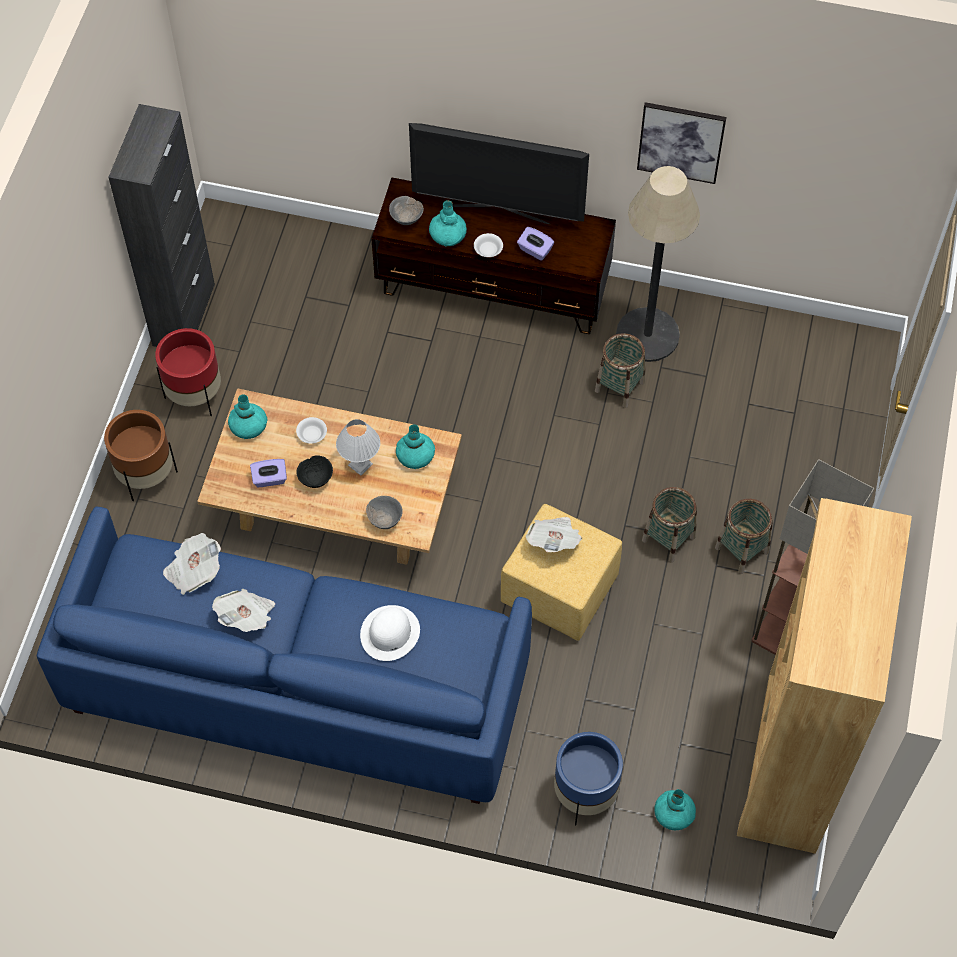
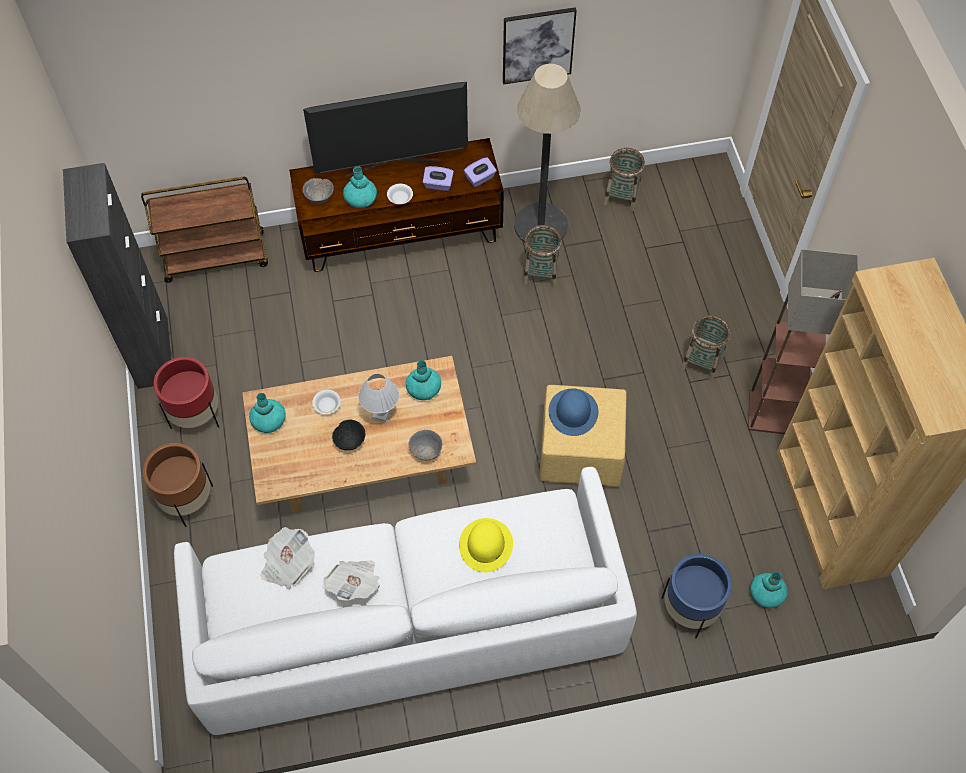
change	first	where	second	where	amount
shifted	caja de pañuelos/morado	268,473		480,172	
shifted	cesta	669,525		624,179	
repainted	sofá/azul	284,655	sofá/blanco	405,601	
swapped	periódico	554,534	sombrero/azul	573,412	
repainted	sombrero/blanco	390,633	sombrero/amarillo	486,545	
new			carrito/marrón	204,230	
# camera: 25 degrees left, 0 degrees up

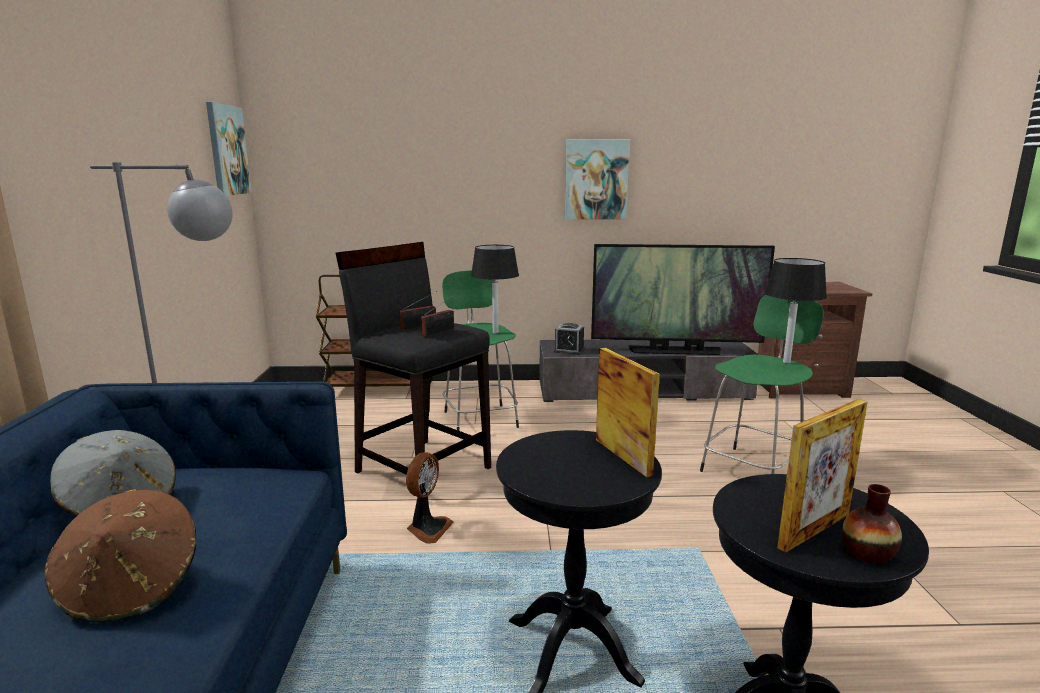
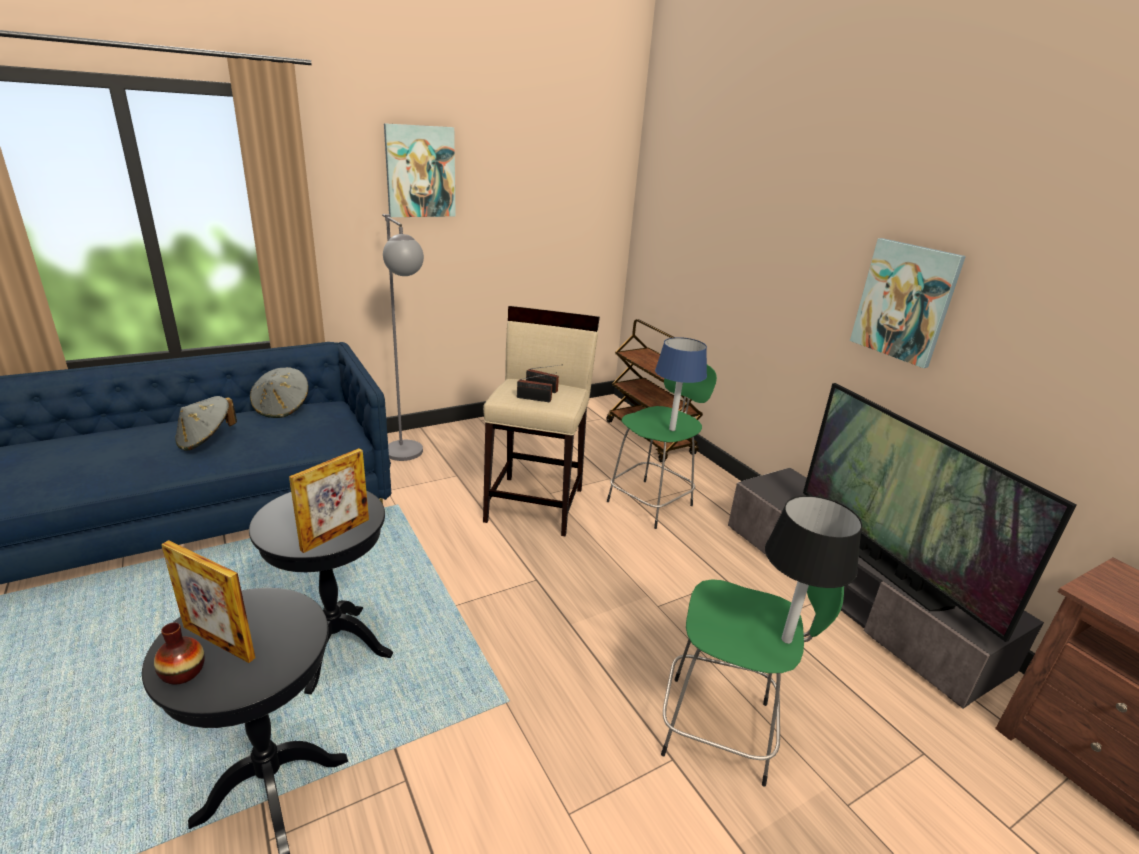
change	first	where	second	where	amount
shifted	cuadro	229,149		420,170	
repainted	taburete/negro	413,364	taburete/beis	541,421	
repainted	lámpara de mesa/negro	495,289	lámpara de mesa/azul	681,384	
gone	despertador	569,339			
gone	ventilador	430,498			
repainted	sombrero/marrón	120,556	sombrero/gris	206,423	
# camera: 60 degrees right, 10 degrees up

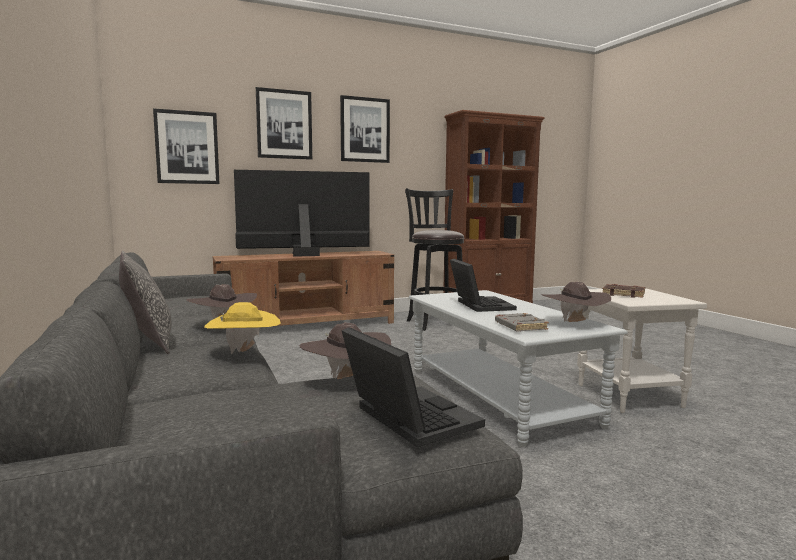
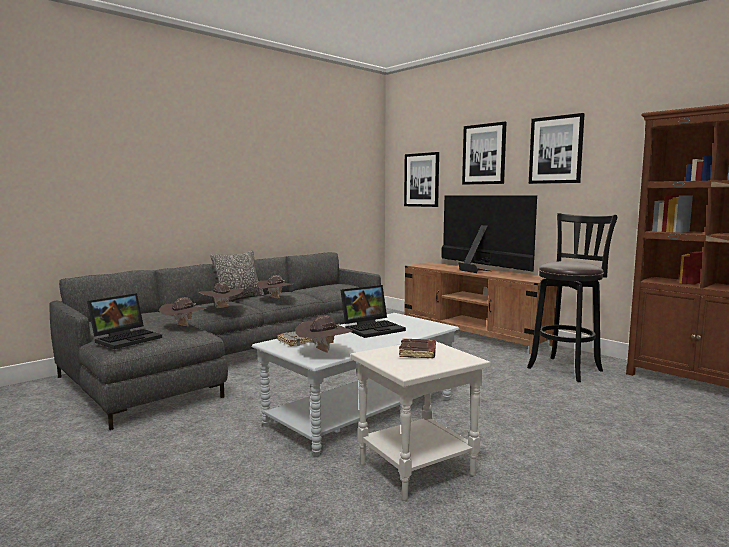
change	first	where	second	where	amount
repainted	sombrero/amarillo	242,328	sombrero/marrón	221,295	
# camera: 70 degrees right, 0 degrees up

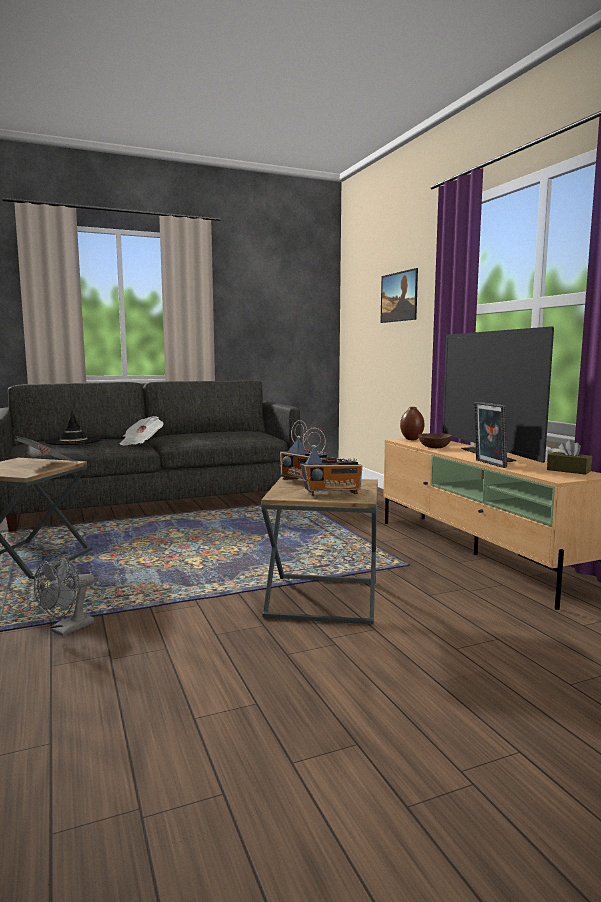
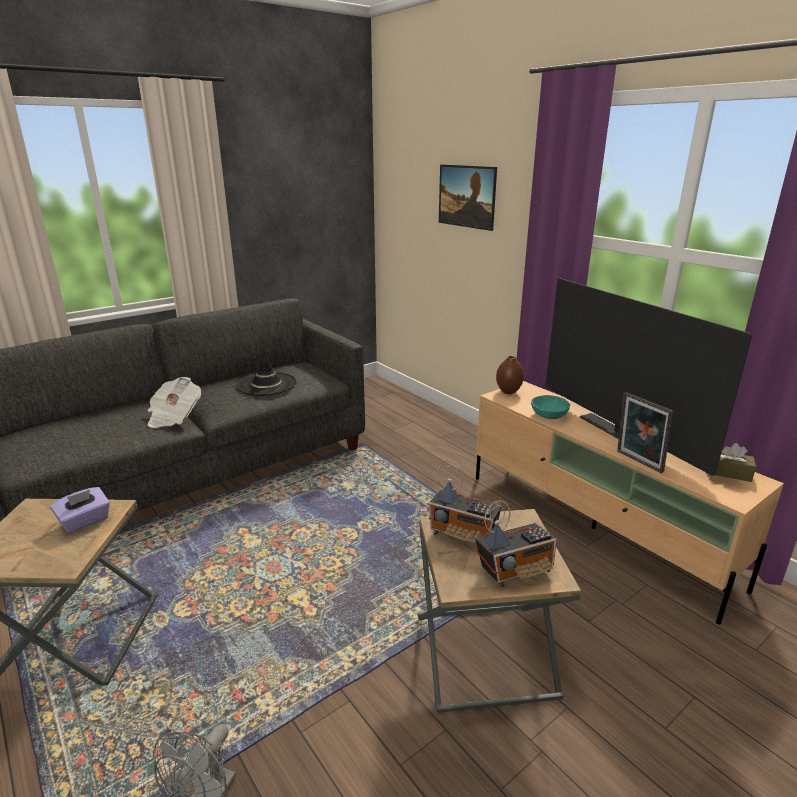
change	first	where	second	where	amount
shifted	sombrero/negro	73,427		266,373	
repainted	cuenco/marrón	435,440	cuenco/turquesa	550,407	
swapped	periódico	46,449	caja de pañuelos/morado	80,510	
# camera: 15 degrees left, 15 degrees up

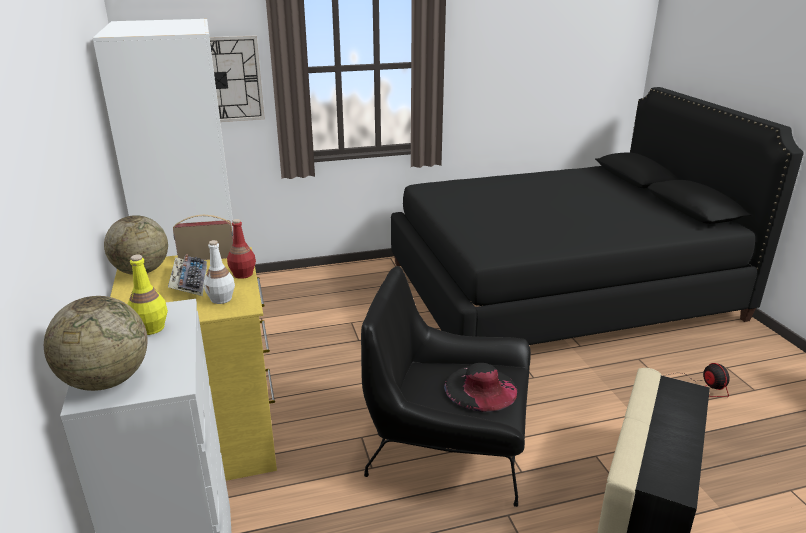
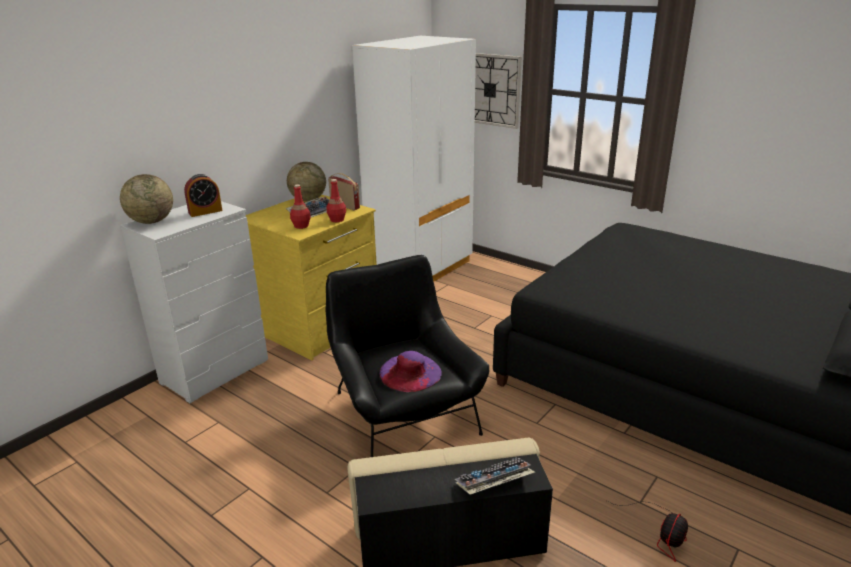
change	first	where	second	where	amount
repainted	botella/blanco	219,272	botella/rojo	300,206	
swapped	botella/amarillo	147,294	despertador	203,195	
repainted	sombrero/negro	480,387	sombrero/morado	410,371	
new			teclado	495,476	
# camera: 55 degrees right, 0 degrees up

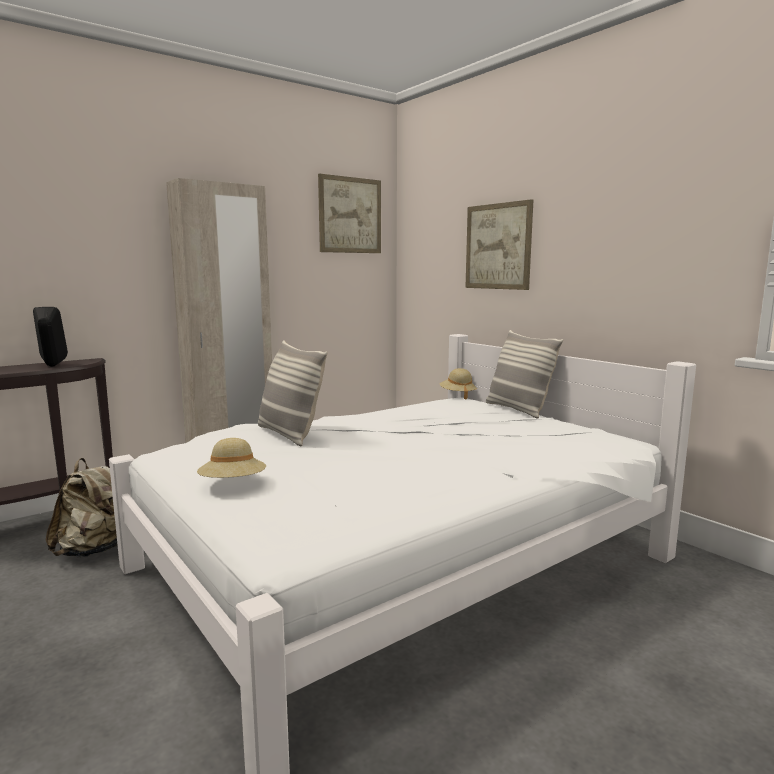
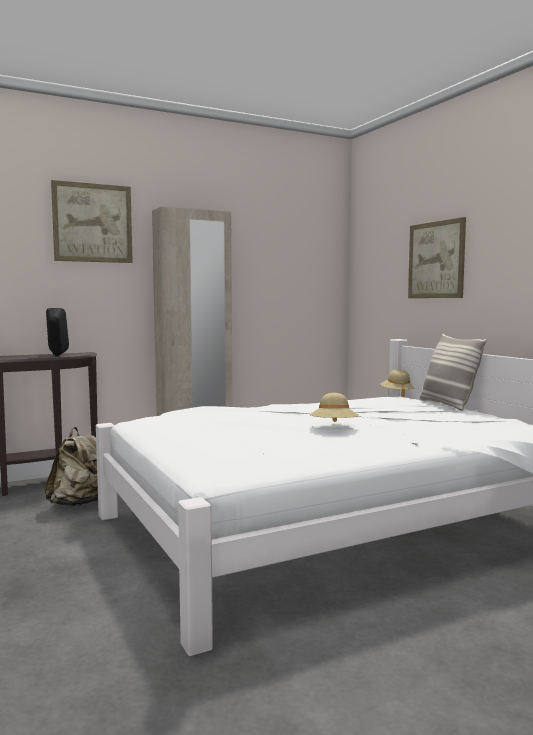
change	first	where	second	where	amount
shifted	cuadro	349,213		92,221	
gone	cojín	292,393			
shifted	sombrero/beis	231,458		334,407	
# camera: 10 degrees right, 5 degrees down

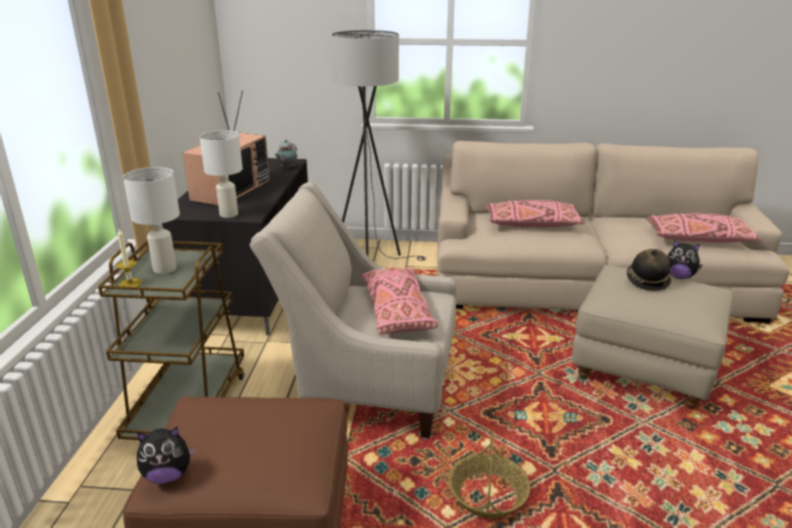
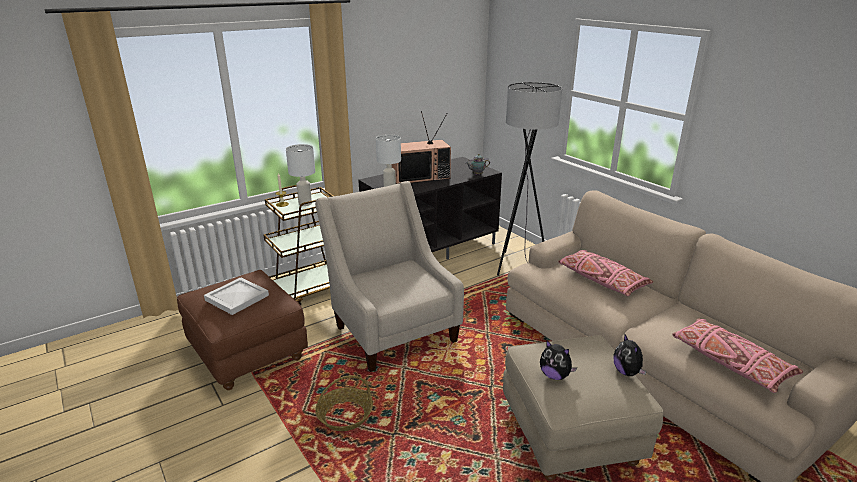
change	first	where	second	where	amount
gone	sombrero	649,270			
gone	cojín/rosa	399,301			
shifted	peluche	166,455		558,360	
new			bandeja/blanco	236,296	
# camera: 50 degrees right, 0 degrees up

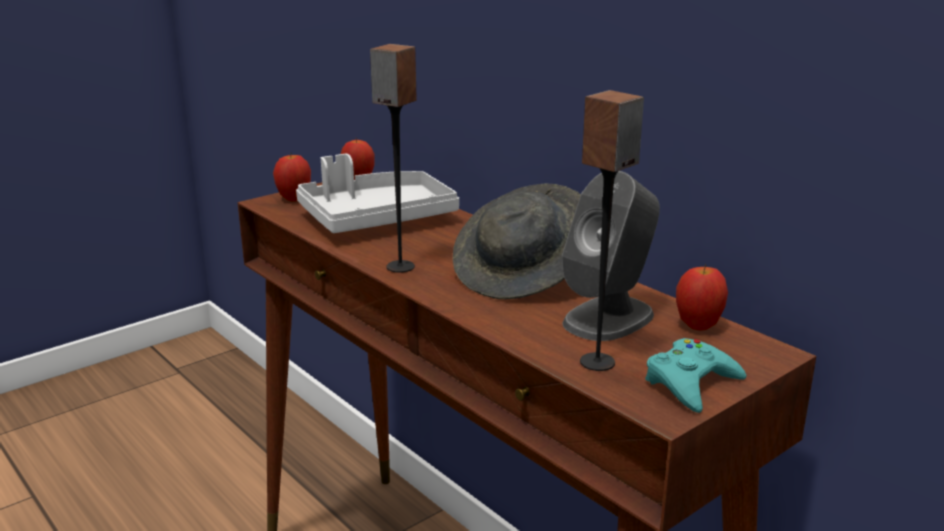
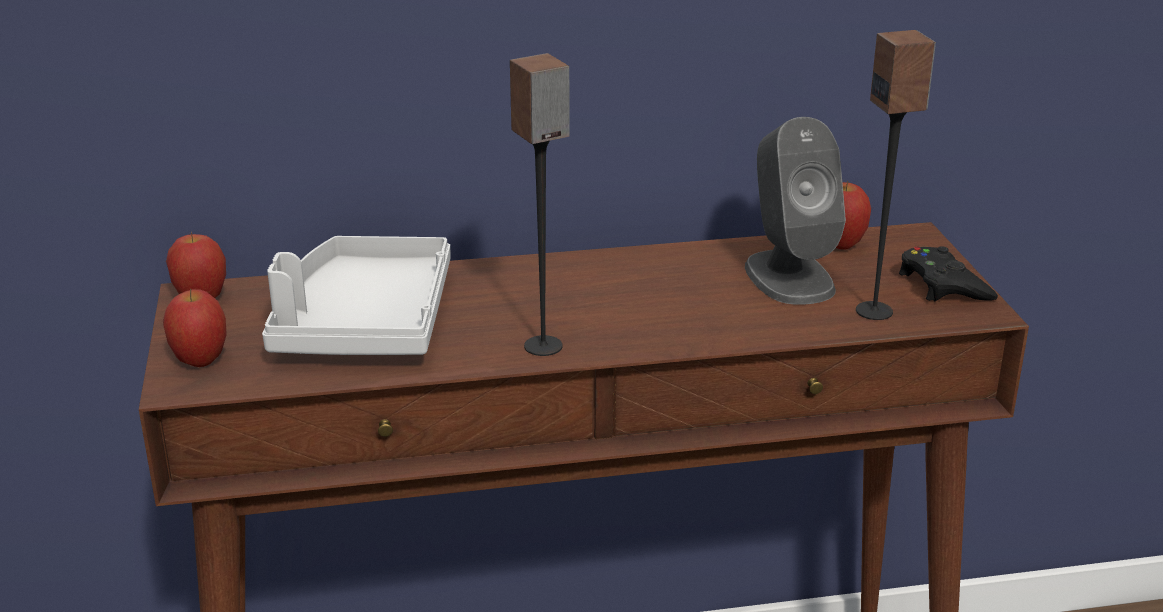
change	first	where	second	where	amount
gone	sombrero/gris	517,241			
repainted	mando de consola/turquesa	695,375	mando de consola/negro	948,273	
# camera: 60 degrees left, 5 degrees up

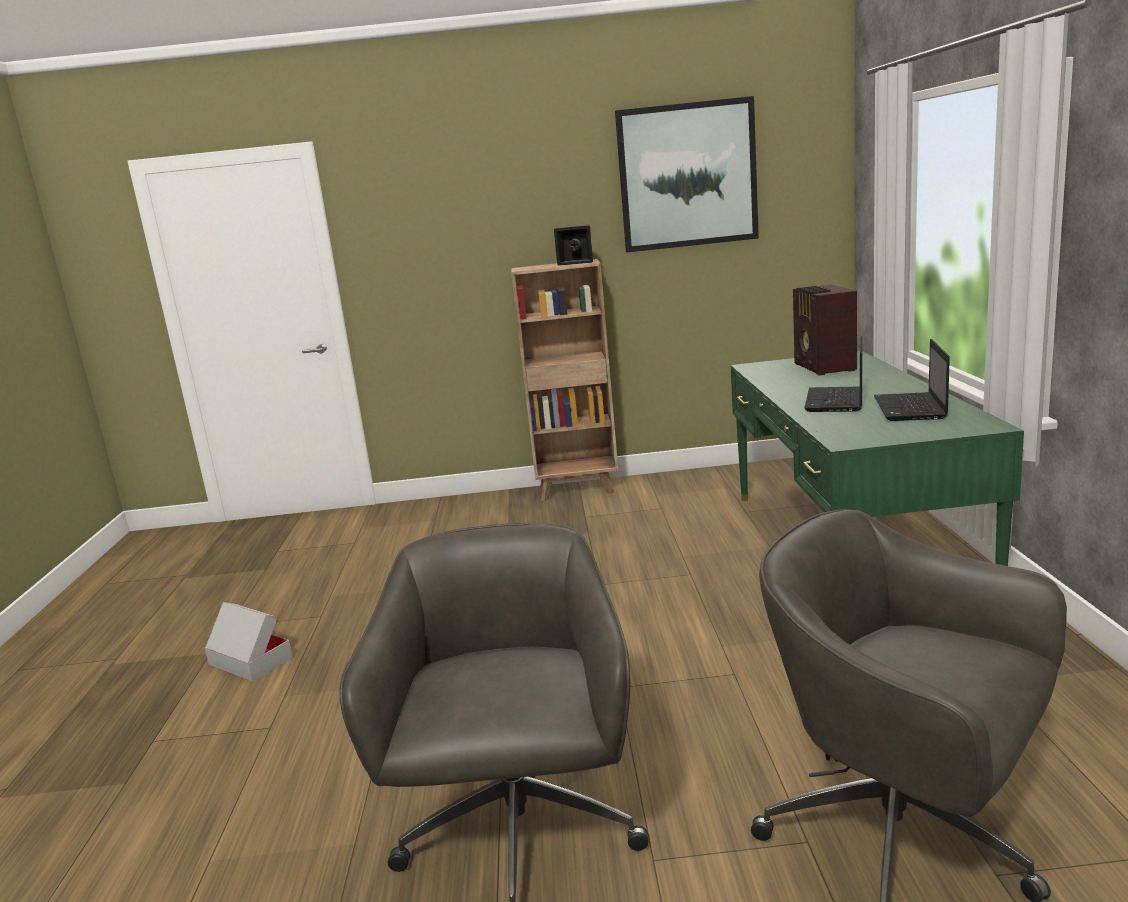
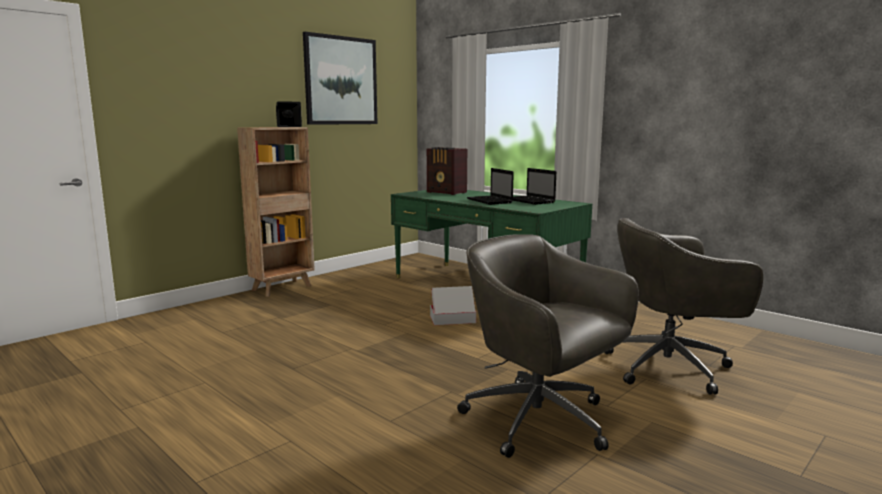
change	first	where	second	where	amount
shifted	caja de cartón	248,642		453,305	
# camera: 45 degrees left, 5 degrees down

